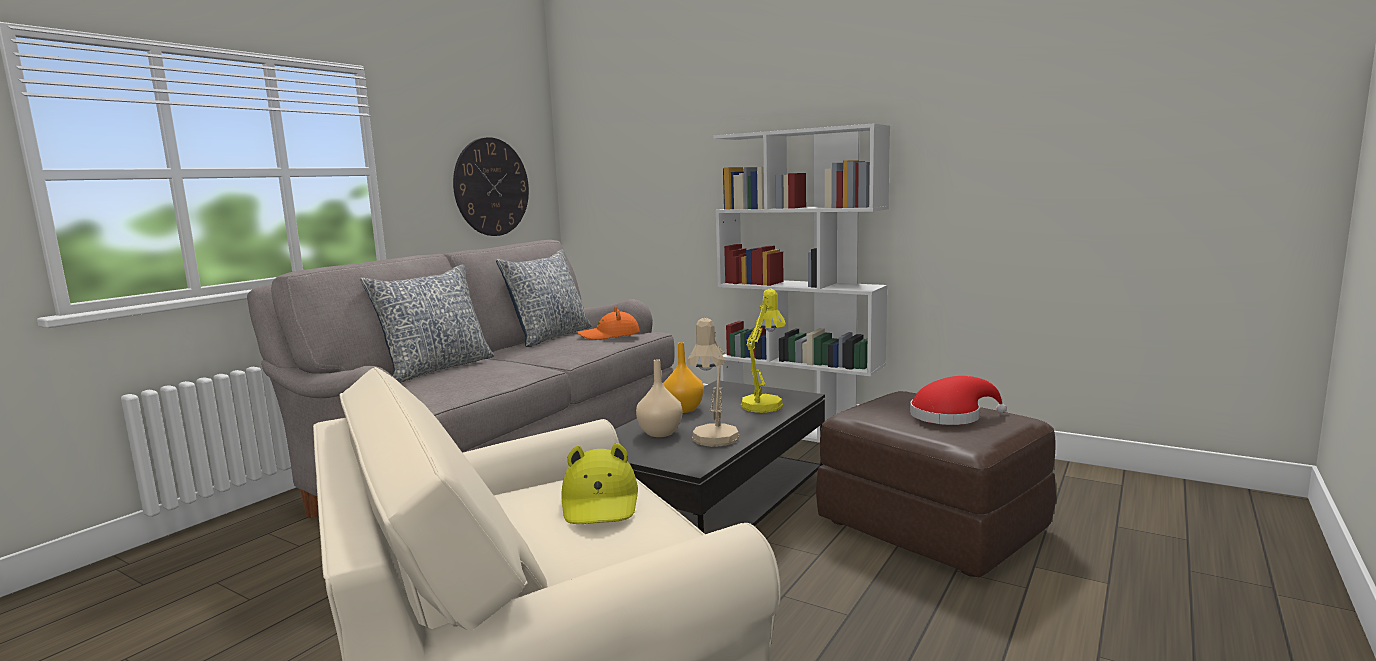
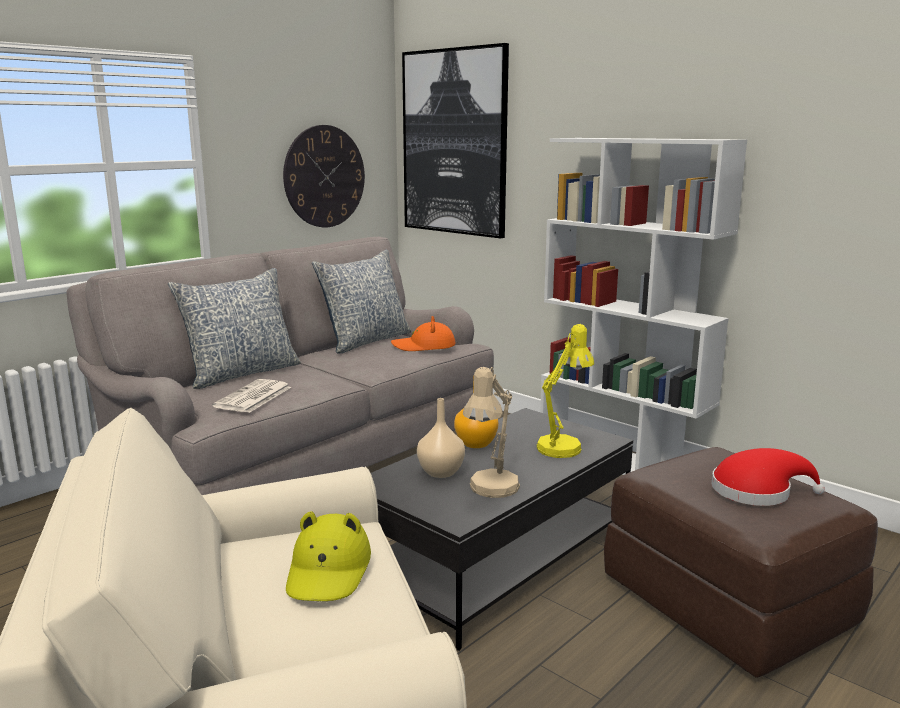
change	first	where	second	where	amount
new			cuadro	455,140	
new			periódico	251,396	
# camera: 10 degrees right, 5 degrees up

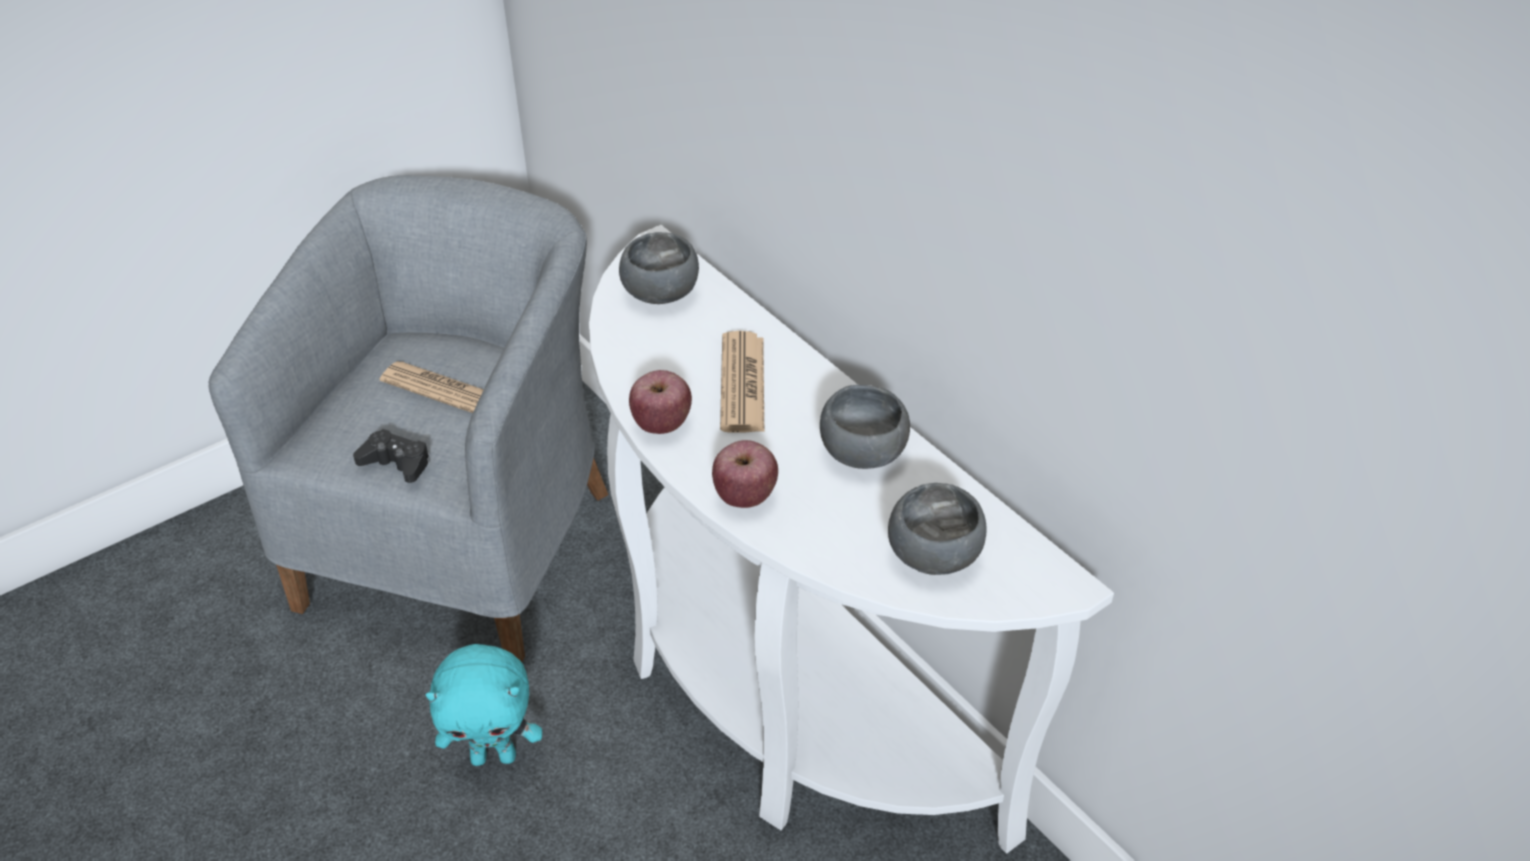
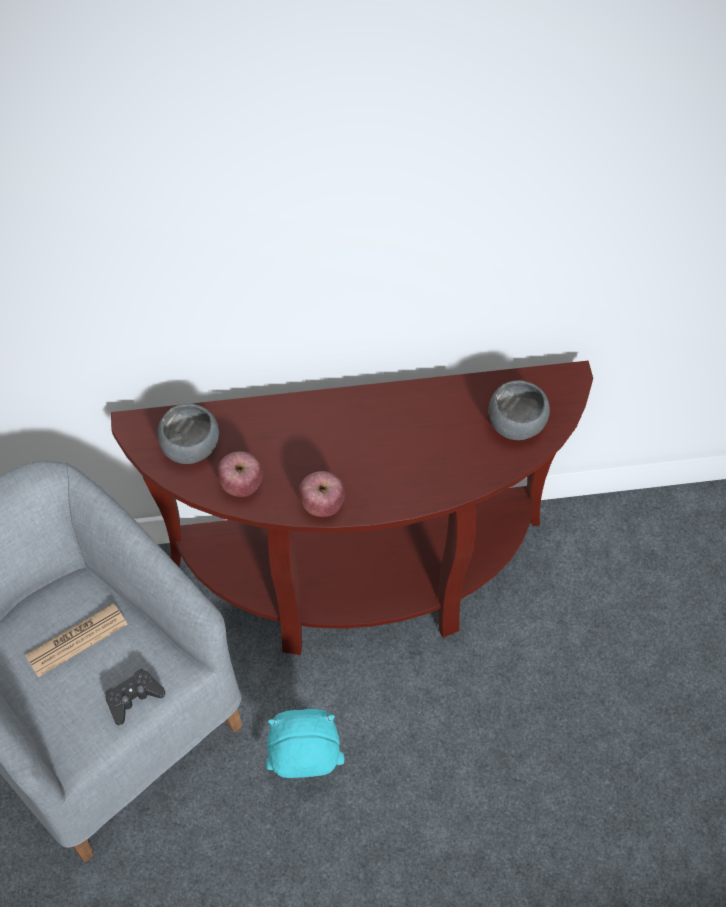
change	first	where	second	where	amount
repainted	mesa consola/blanco	851,539	mesa consola/marrón	352,508	
gone	periódico	742,382			
gone	cuenco/gris	865,427			
shifted	manzana	745,474		240,474	
rotated	peluche/turquesa	484,705		305,743	120 degrees counterclockwise
# camera: 60 degrees left, 15 degrees up

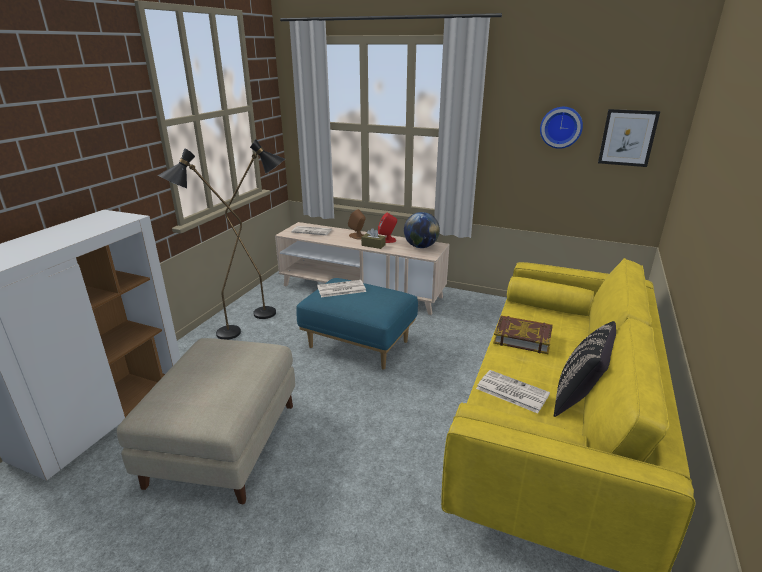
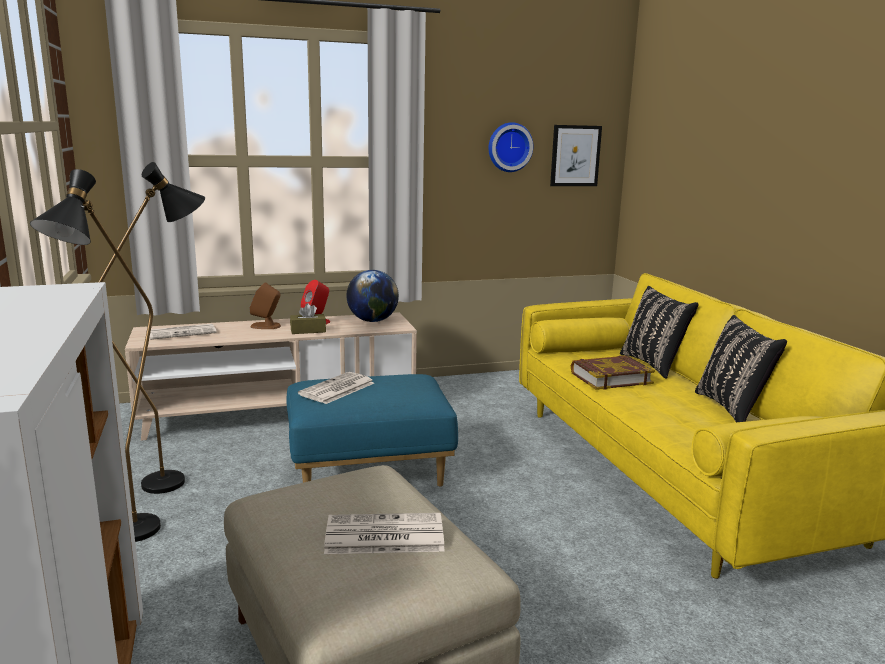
change	first	where	second	where	amount
shifted	periódico	513,391		384,533	
new			cojín/negro	659,332	
# camera: 40 degrees left, 10 degrees down

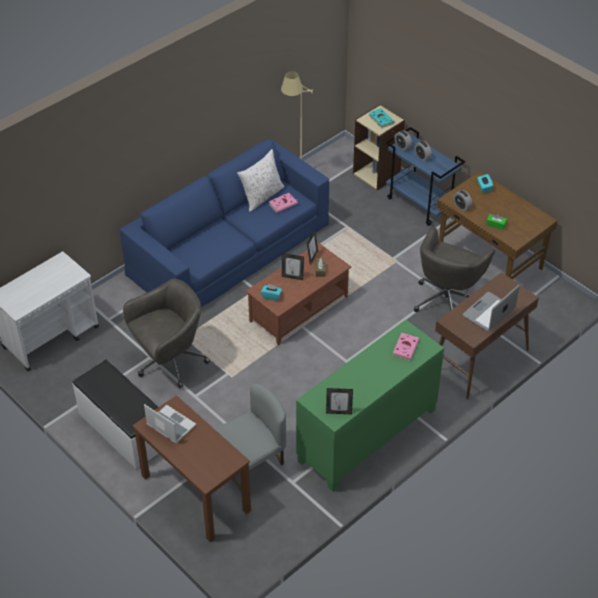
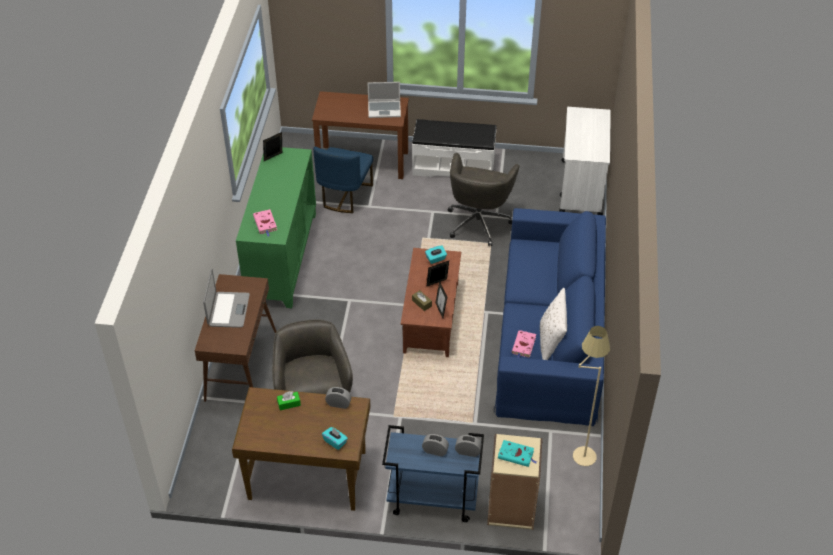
change	first	where	second	where	amount
repainted	silla/gris	251,436	silla/azul	343,179	
# camera: 140 degrees right, 0 degrees up

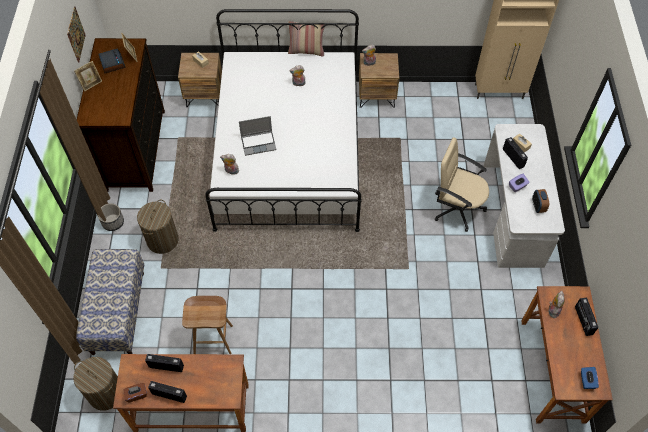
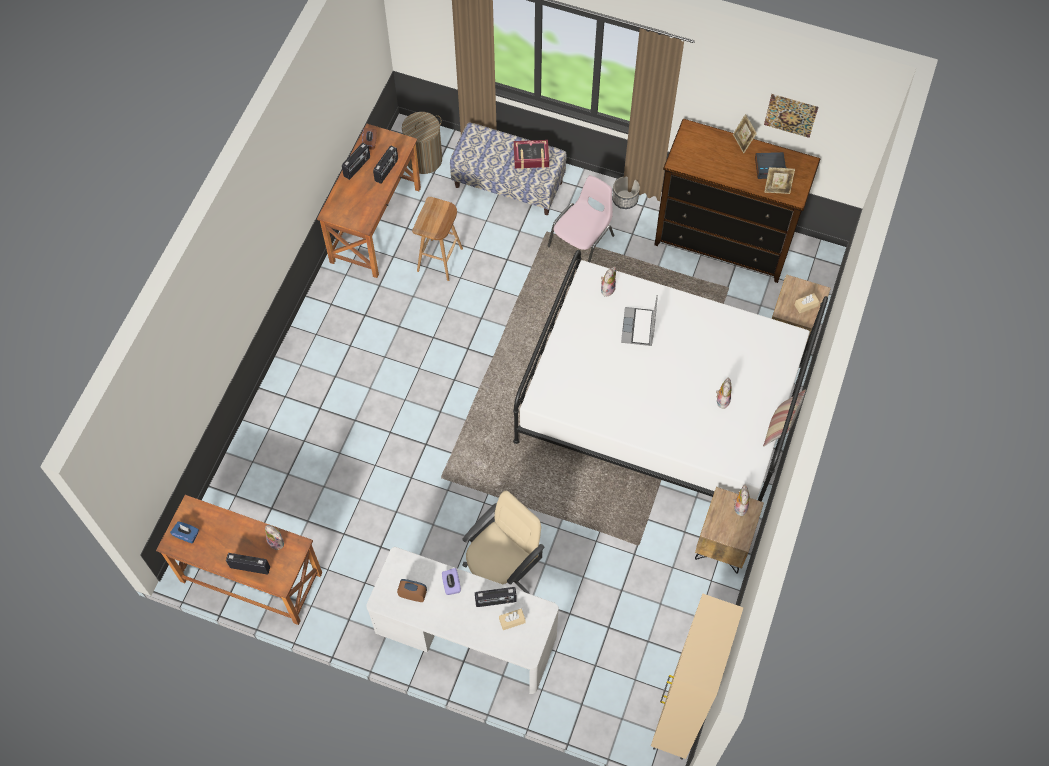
change	first	where	second	where	amount
swapped	cesto de la ropa	158,226	silla/rosa	581,218	
new			libro	531,154	
# camera: 110 degrees right, 5 degrees up

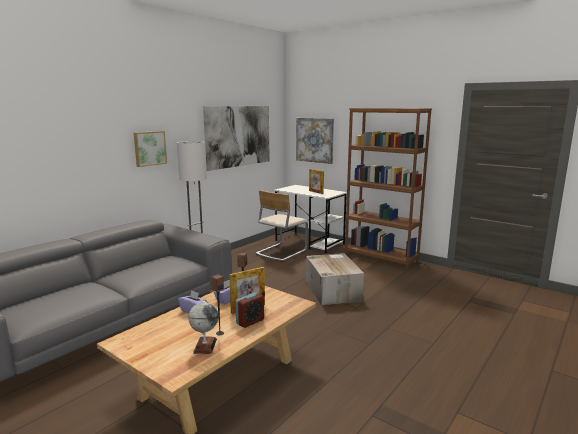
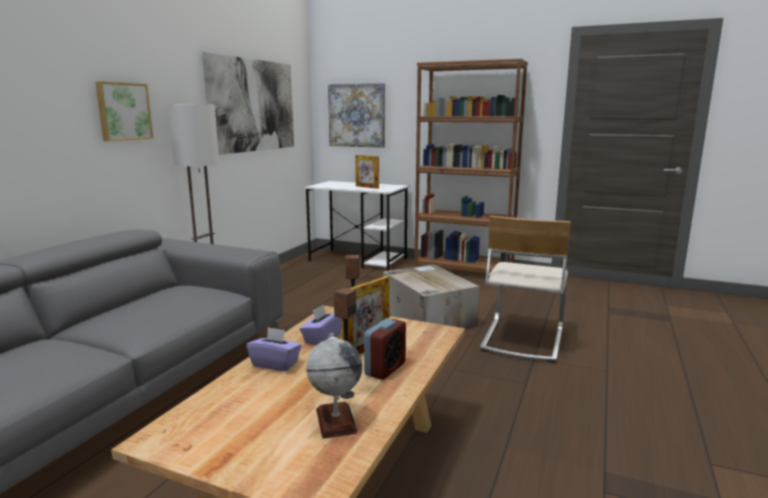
change	first	where	second	where	amount
shifted	silla/beis	282,226		525,289	
# camera: 15 degrees left, 0 degrees up

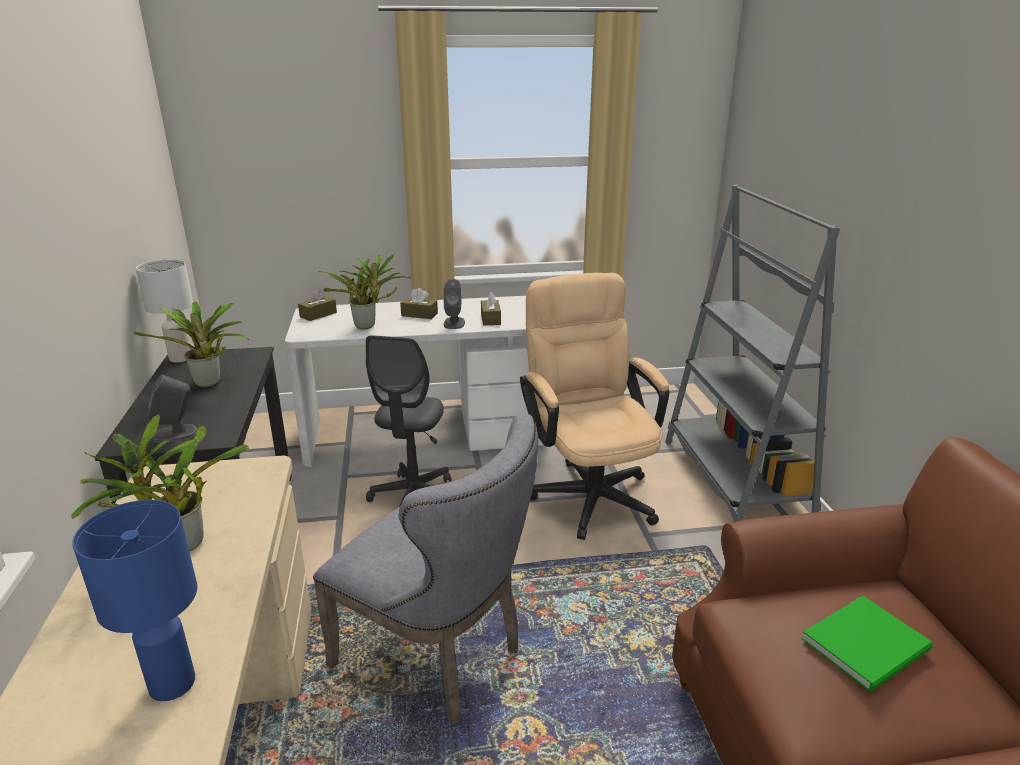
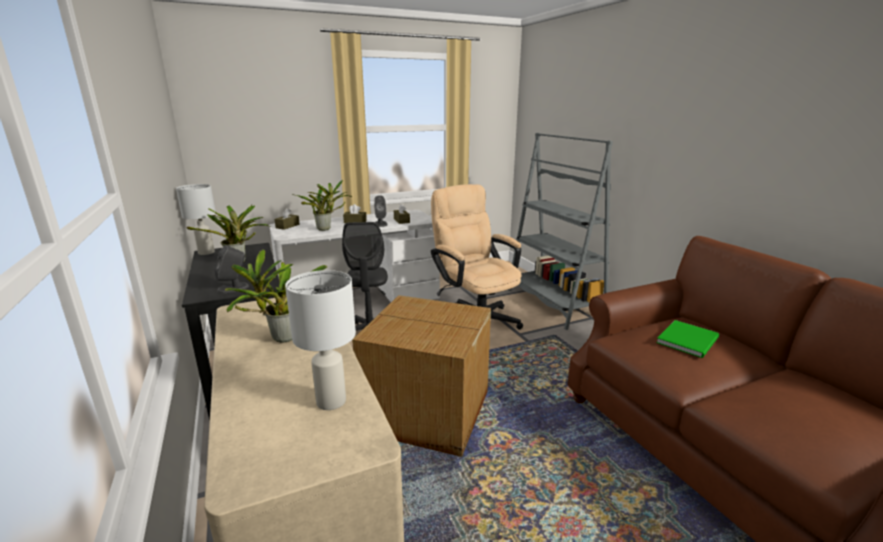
change	first	where	second	where	amount
swapped	silla/gris	425,568	caja de cartón	421,376	
repainted	lámpara de mesa/azul	134,600	lámpara de mesa/blanco	320,340	
# camera: 15 degrees left, 5 degrees down

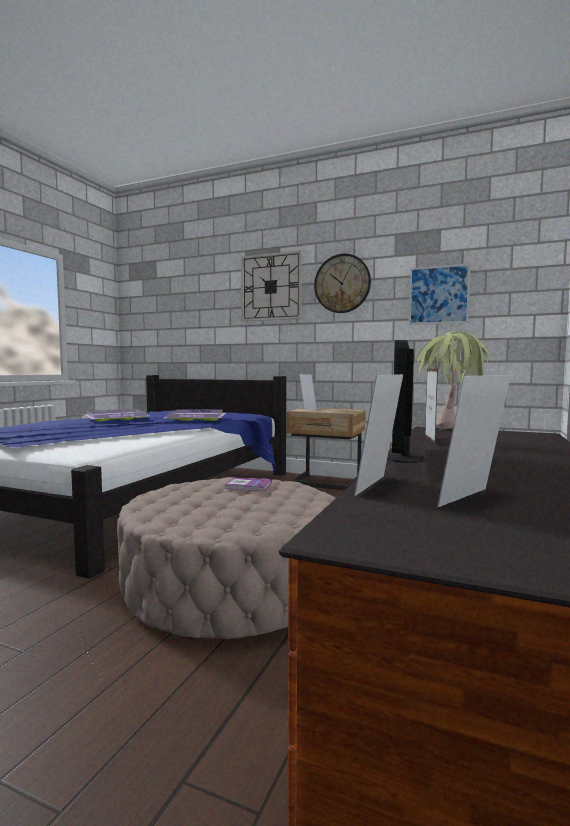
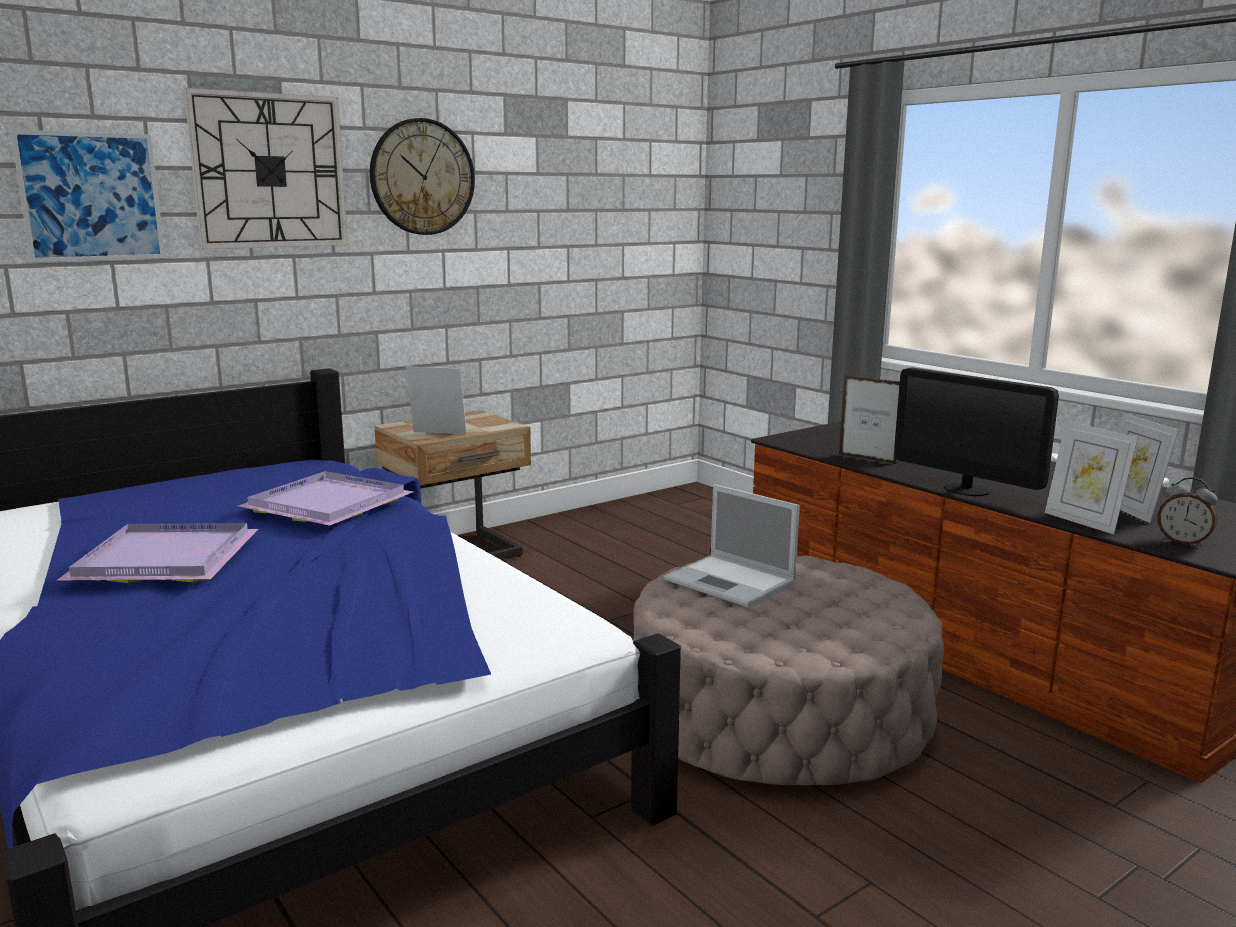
change	first	where	second	where	amount
shifted	cuadro	440,294		87,196	
gone	planta en maceta	453,380			
swapped	libro	248,484	portátil	732,546	
new			despertador	1188,512	
# camera: 60 degrees left, 10 degrees up

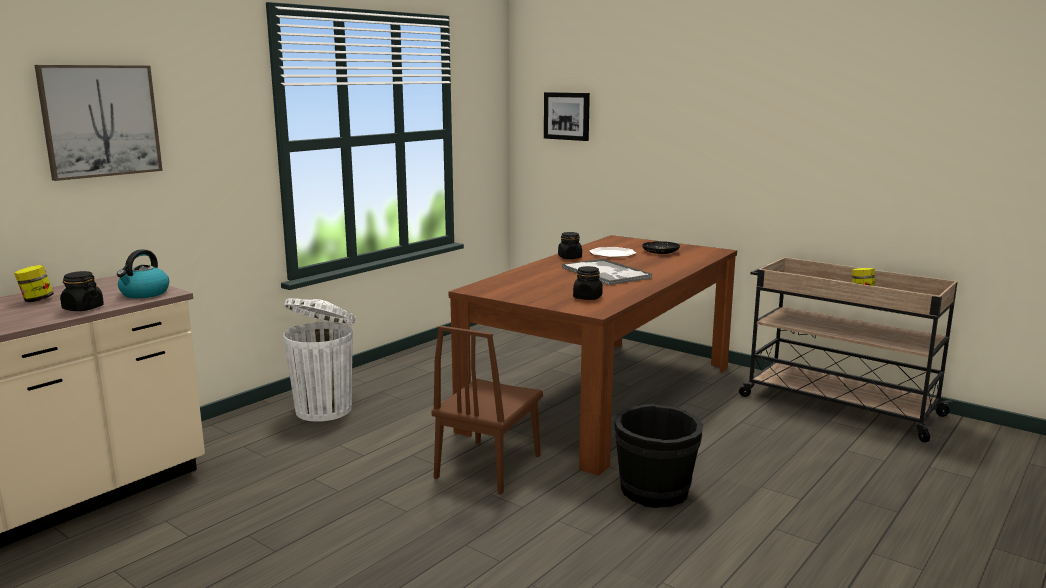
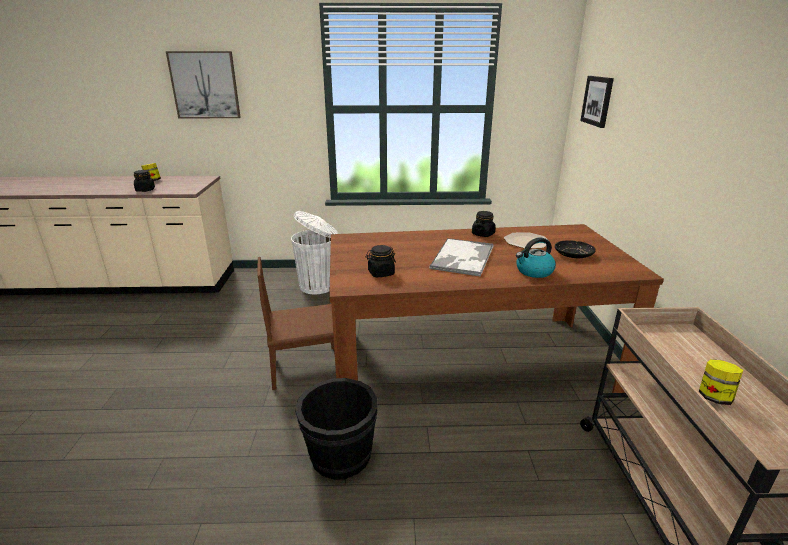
change	first	where	second	where	amount
shifted	hervidor	143,273		536,257	
# camera: 50 degrees right, 10 degrees up

